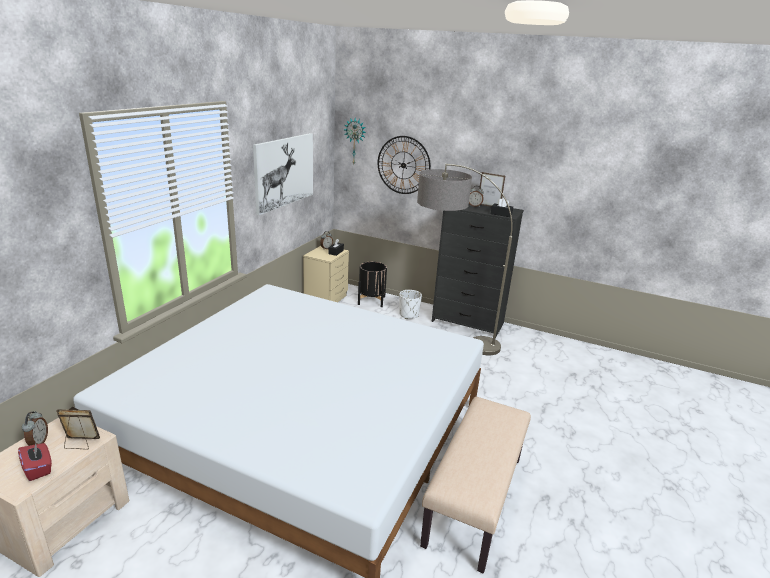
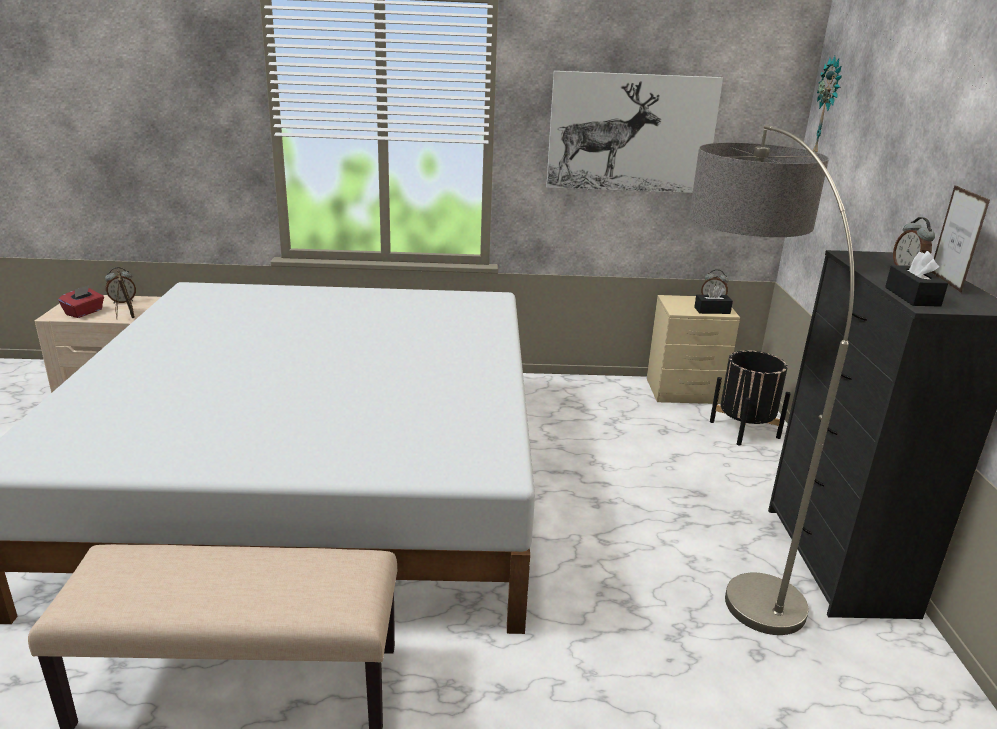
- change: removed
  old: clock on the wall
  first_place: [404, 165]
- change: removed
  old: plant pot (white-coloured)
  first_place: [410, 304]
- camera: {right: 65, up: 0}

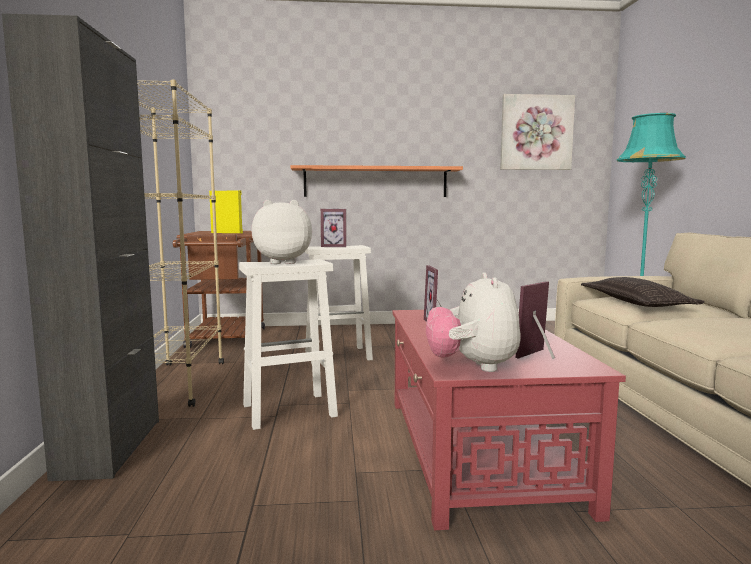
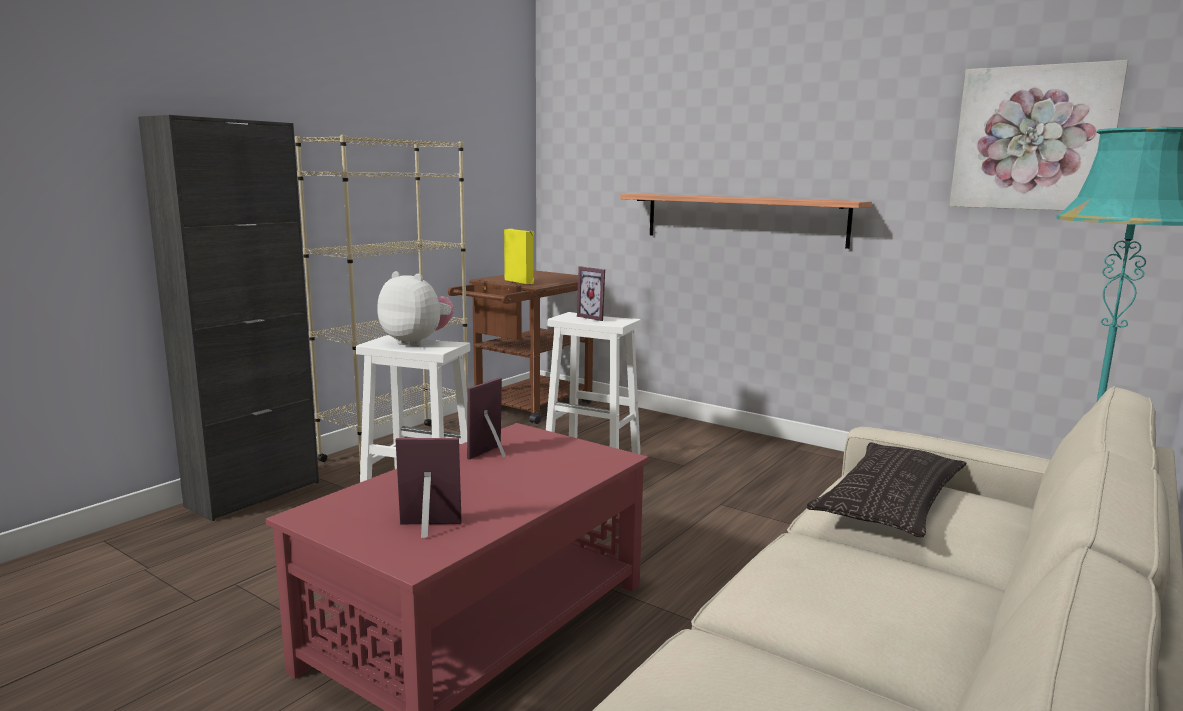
- change: removed
  old: plush toy
  first_place: [473, 322]
- camera: {right: 40, up: 5}

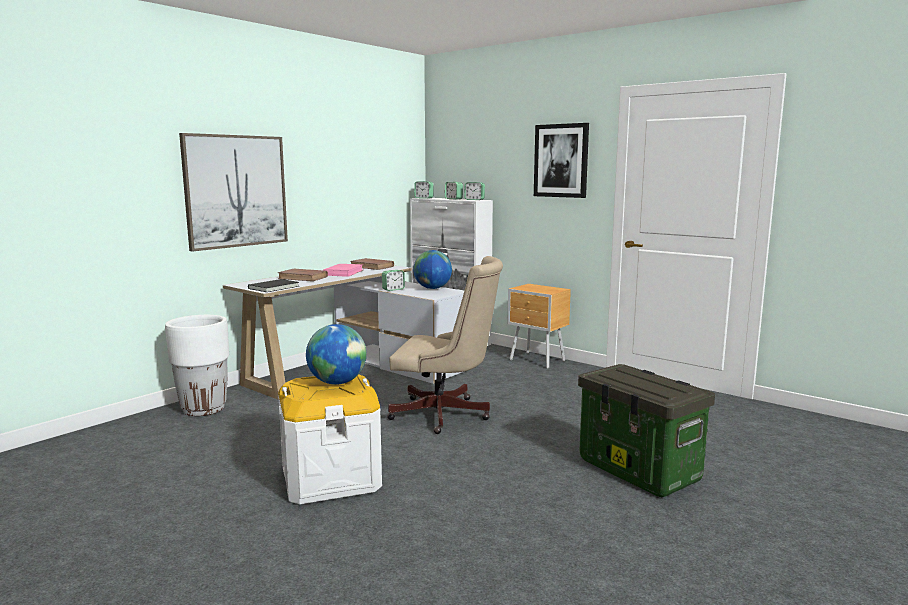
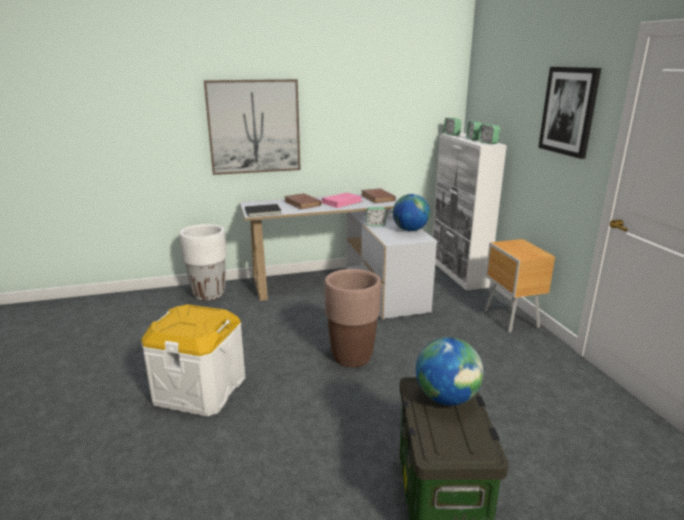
- change: moved
  old: world globe
  first_place: [336, 354]
  second_place: [450, 371]
- change: replaced
  old: desk chair (beige-coloured)
  new: plant pot (brown-coloured)
  first_place: [445, 345]
  second_place: [352, 318]
- camera: {right: 35, up: 10}

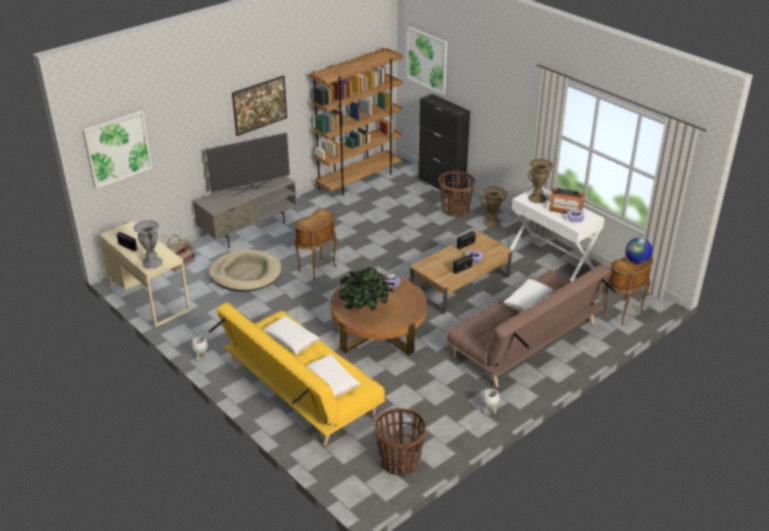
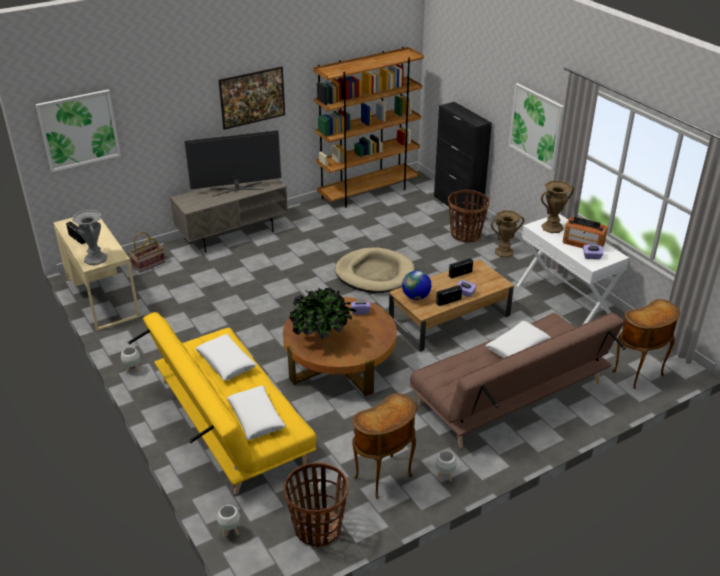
- change: moved
  old: dog bed (beige-coloured)
  first_place: [244, 270]
  second_place: [375, 270]
- change: moved
  old: side table (brown-coloured)
  first_place: [315, 244]
  second_place: [384, 446]
- change: moved
  old: wall picture
  first_place: [426, 61]
  second_place: [536, 127]
- change: moved
  old: world globe
  first_place: [638, 251]
  second_place: [416, 285]
- change: added
  new: plant pot (white-coloured)
  second_place: [228, 521]
- camera: {right: 10, up: 0}

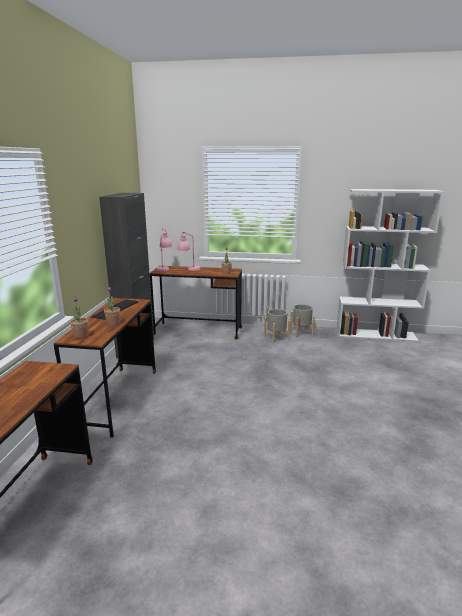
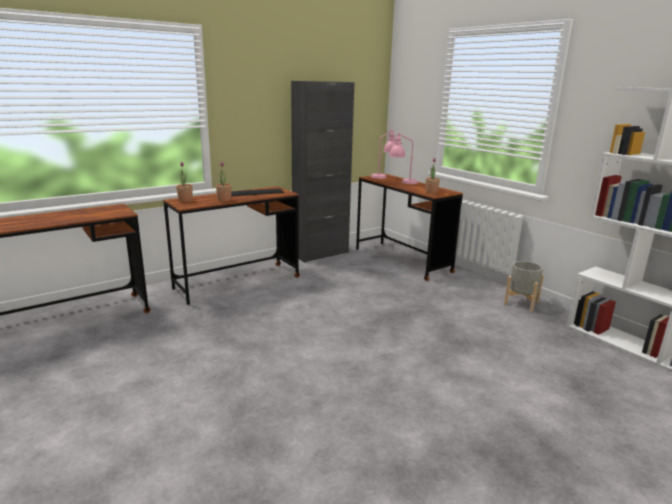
- change: removed
  old: plant pot (gray)
  first_place: [277, 326]
- camera: {right: 45, up: 0}

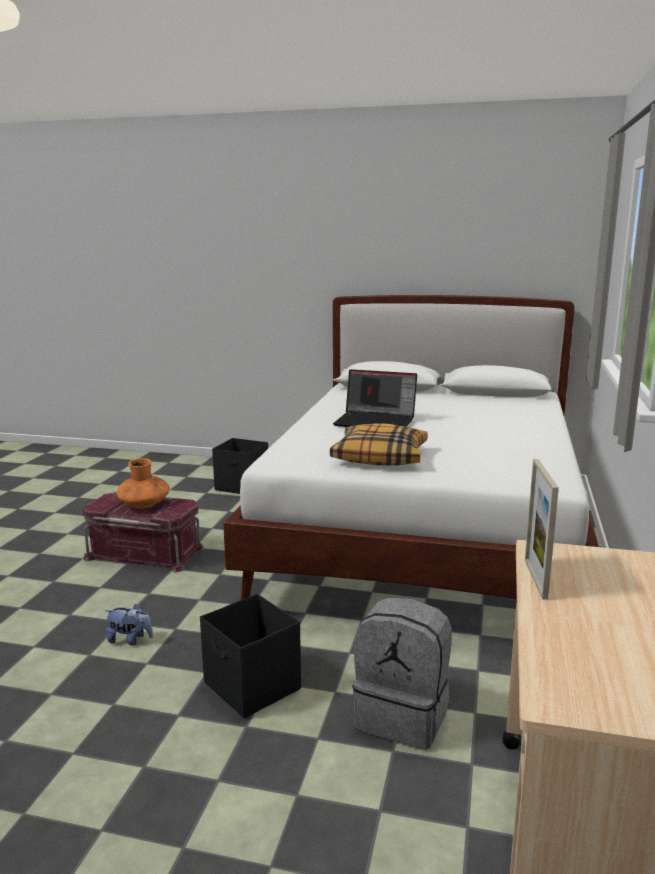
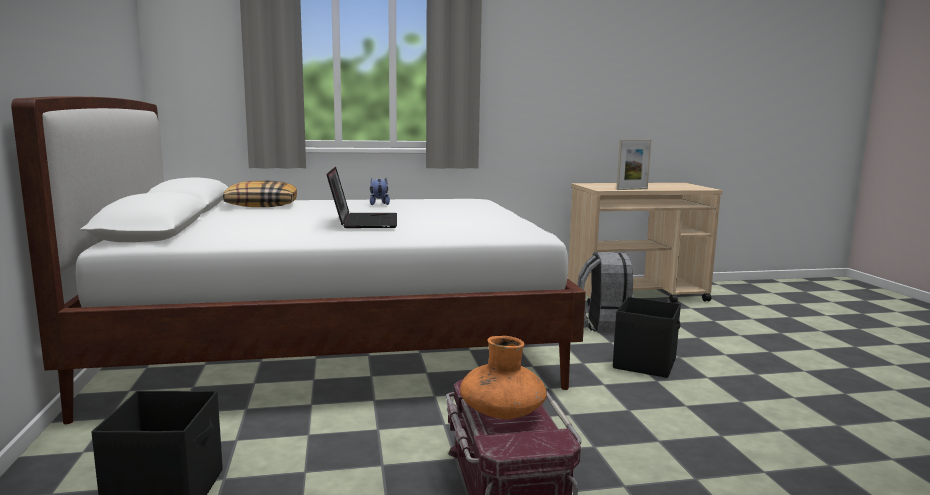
- change: moved
  old: plush toy
  first_place: [129, 625]
  second_place: [380, 191]
- change: moved
  old: throw pillow
  first_place: [379, 444]
  second_place: [260, 193]
- camera: {right: -115, up: -5}

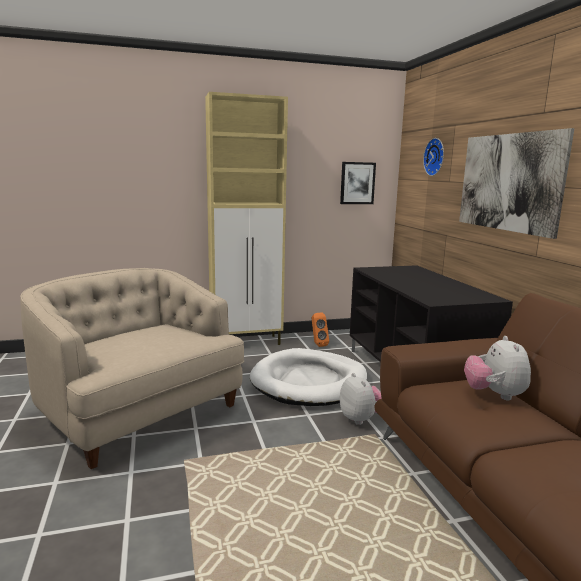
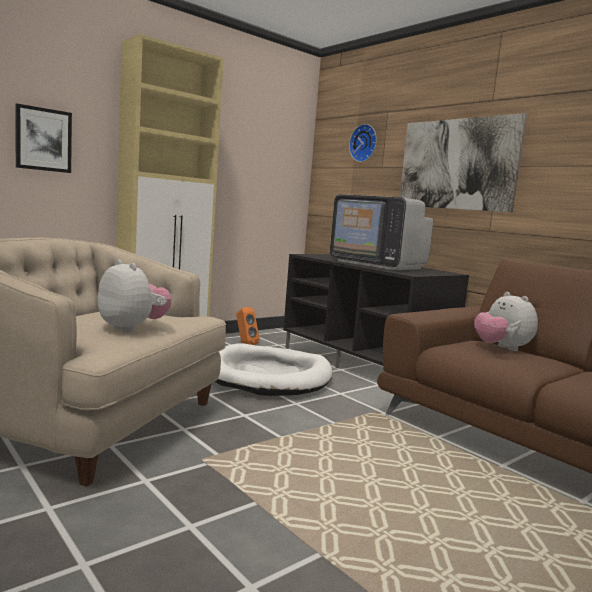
- change: moved
  old: plush toy
  first_place: [360, 399]
  second_place: [134, 296]
- change: moved
  old: wall picture
  first_place: [358, 183]
  second_place: [43, 138]
- change: added
  new: television
  second_place: [381, 232]
- camera: {right: -25, up: -5}

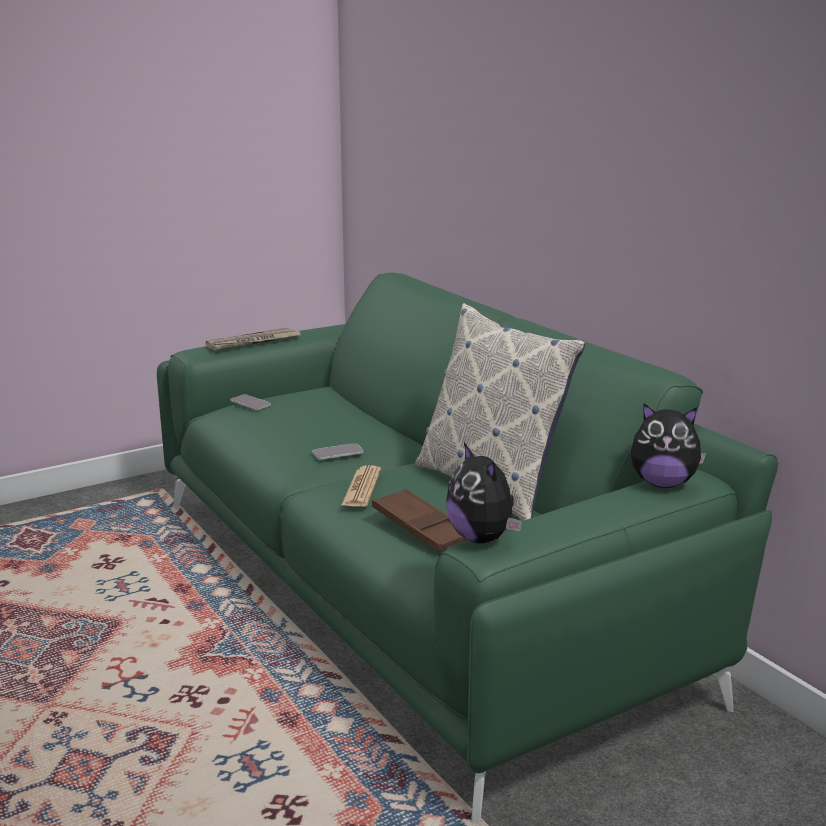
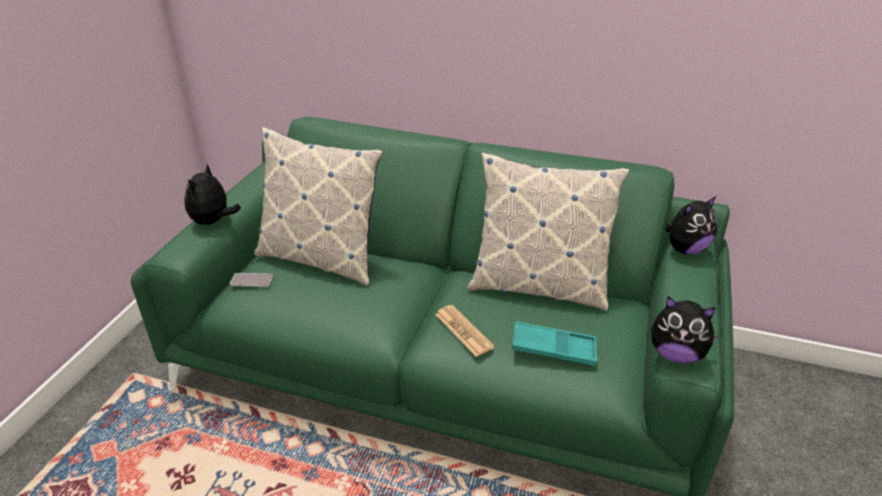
- change: replaced
  old: printed paper
  new: plush toy
  first_place: [253, 339]
  second_place: [212, 194]
- change: removed
  old: phone
  first_place: [337, 451]
- change: recoloured
  old: carrying tray (brown-coloured)
  new: carrying tray (blue-green)
  first_place: [420, 520]
  second_place: [554, 343]
- change: added
  new: throw pillow
  second_place: [318, 206]
- camera: {right: -40, up: 15}

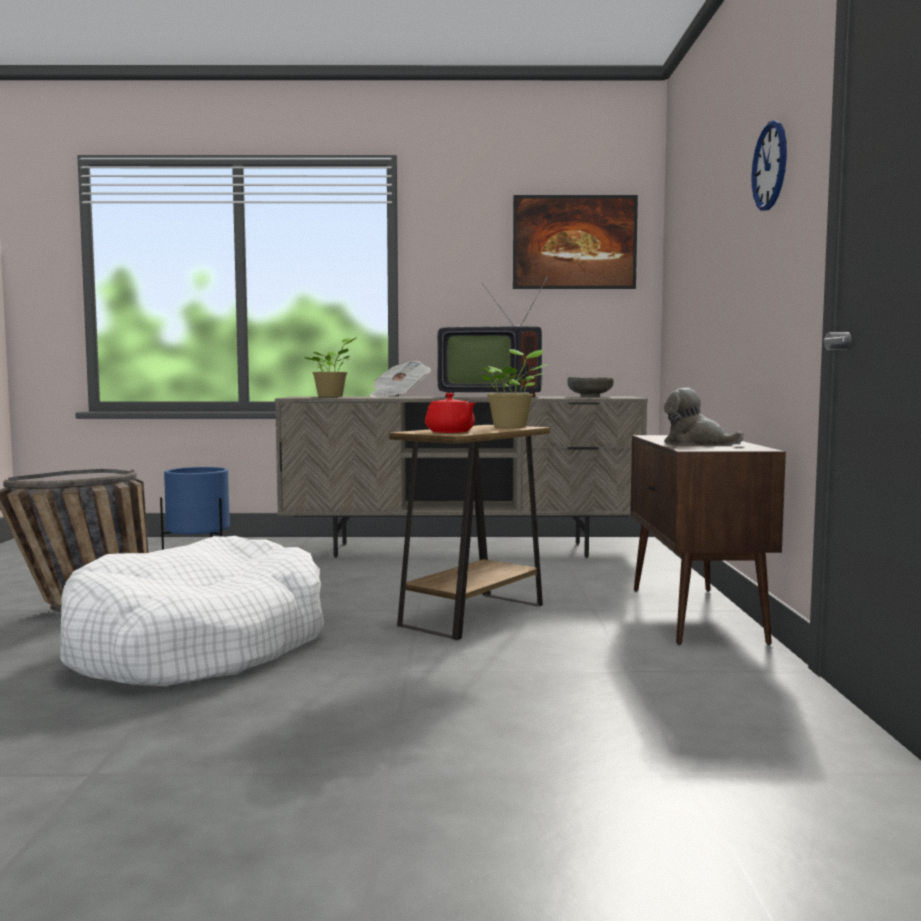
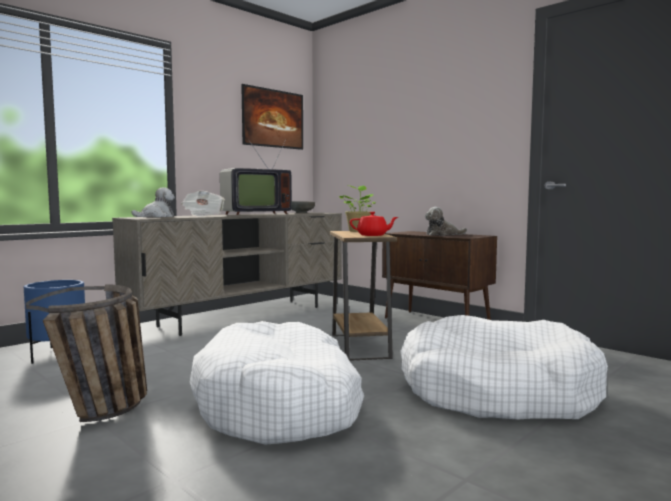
- change: replaced
  old: plant in a pot
  new: plush toy
  first_place: [330, 367]
  second_place: [153, 202]
- change: removed
  old: clock on the wall
  first_place: [769, 165]
- change: added
  new: dog bed (white-coloured)
  second_place: [504, 367]
- camera: {right: -45, up: 0}

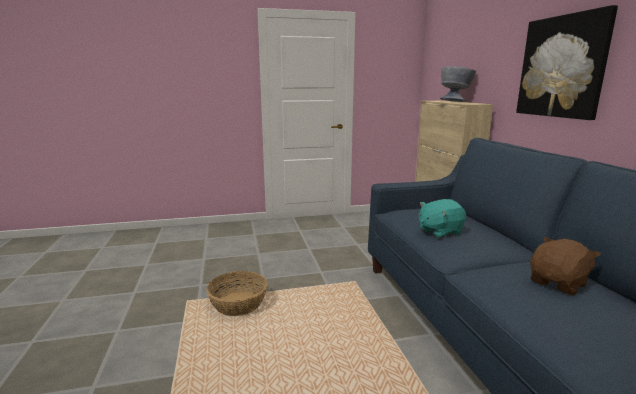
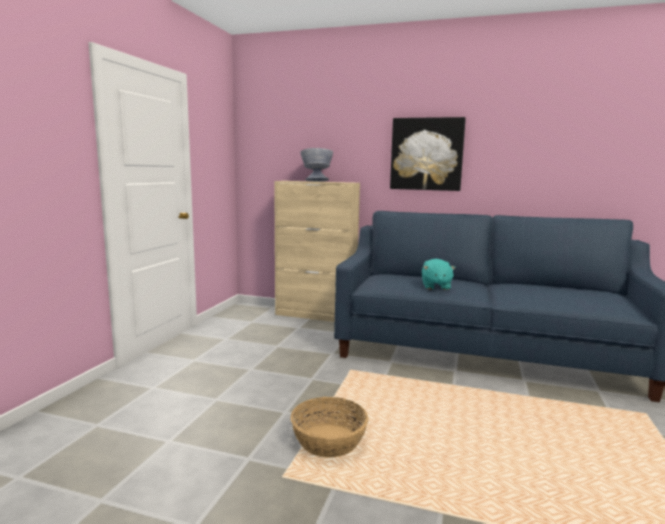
- change: removed
  old: plush toy (brown-coloured)
  first_place: [565, 266]
- camera: {right: -60, up: -5}

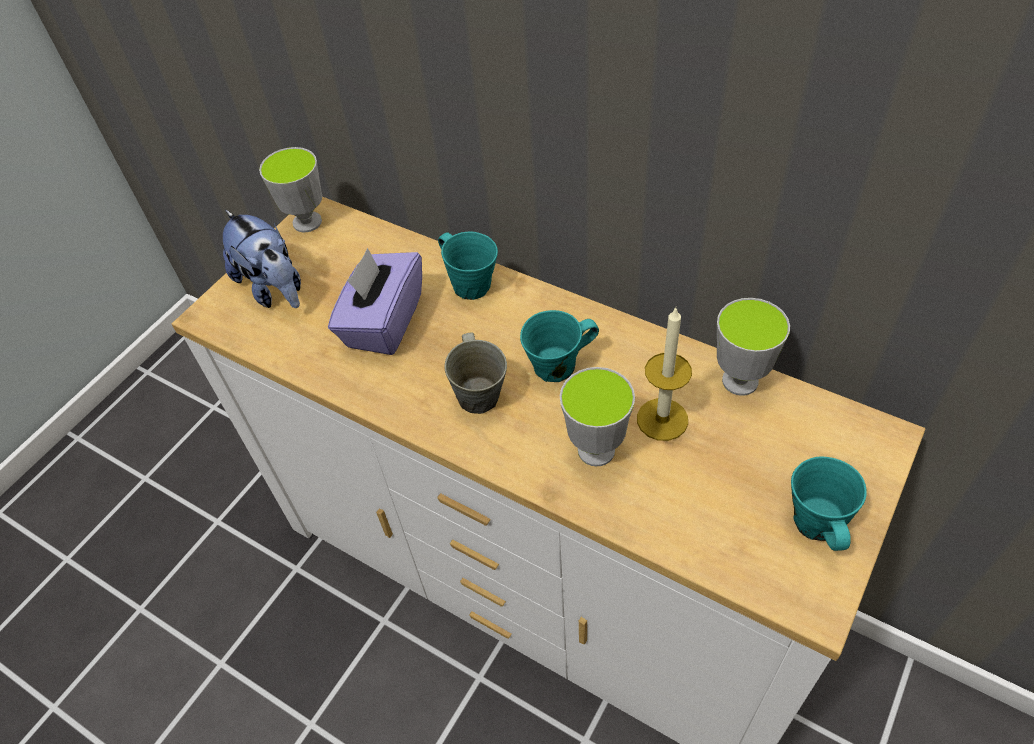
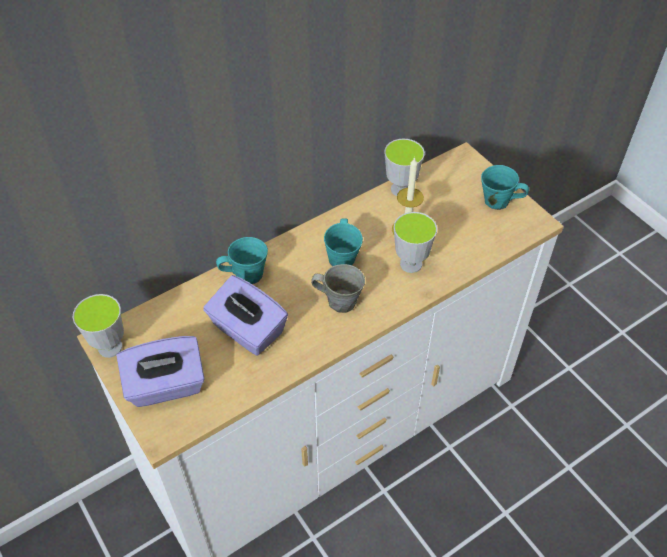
- change: replaced
  old: plush toy
  new: box of tissues (purplish)
  first_place: [262, 259]
  second_place: [160, 371]
- camera: {right: -70, up: 0}

